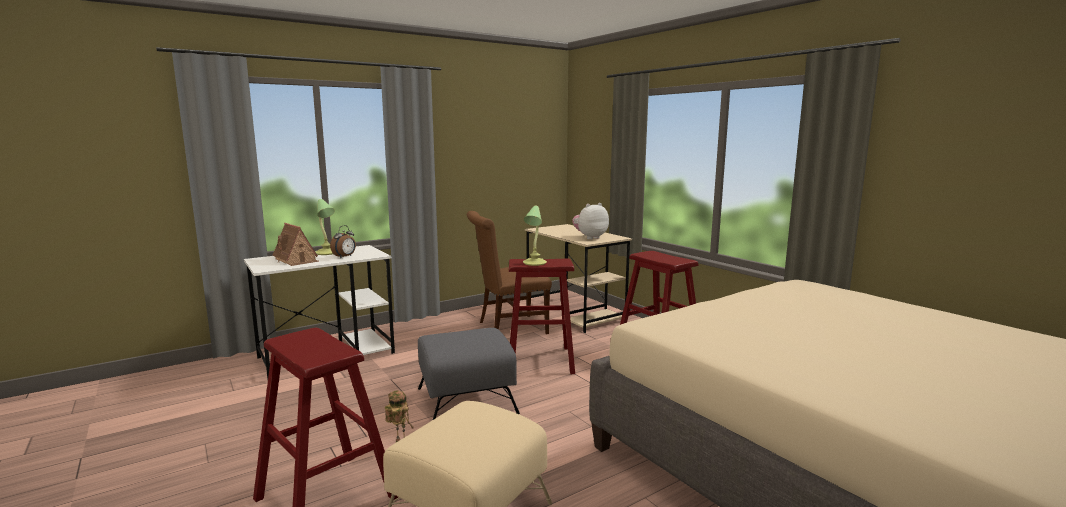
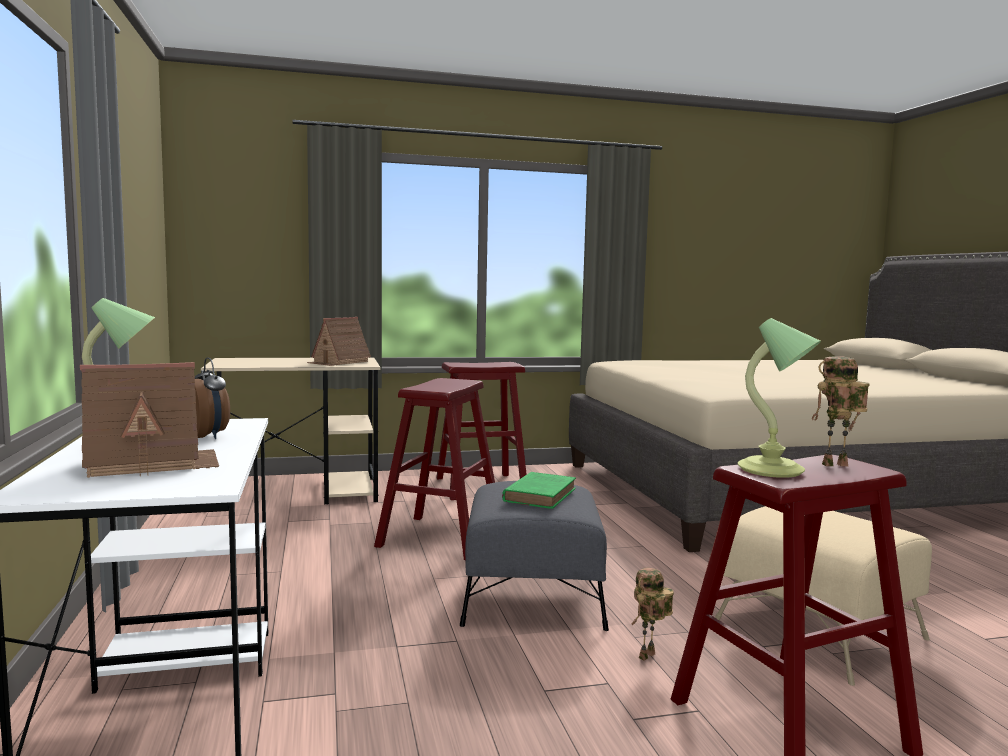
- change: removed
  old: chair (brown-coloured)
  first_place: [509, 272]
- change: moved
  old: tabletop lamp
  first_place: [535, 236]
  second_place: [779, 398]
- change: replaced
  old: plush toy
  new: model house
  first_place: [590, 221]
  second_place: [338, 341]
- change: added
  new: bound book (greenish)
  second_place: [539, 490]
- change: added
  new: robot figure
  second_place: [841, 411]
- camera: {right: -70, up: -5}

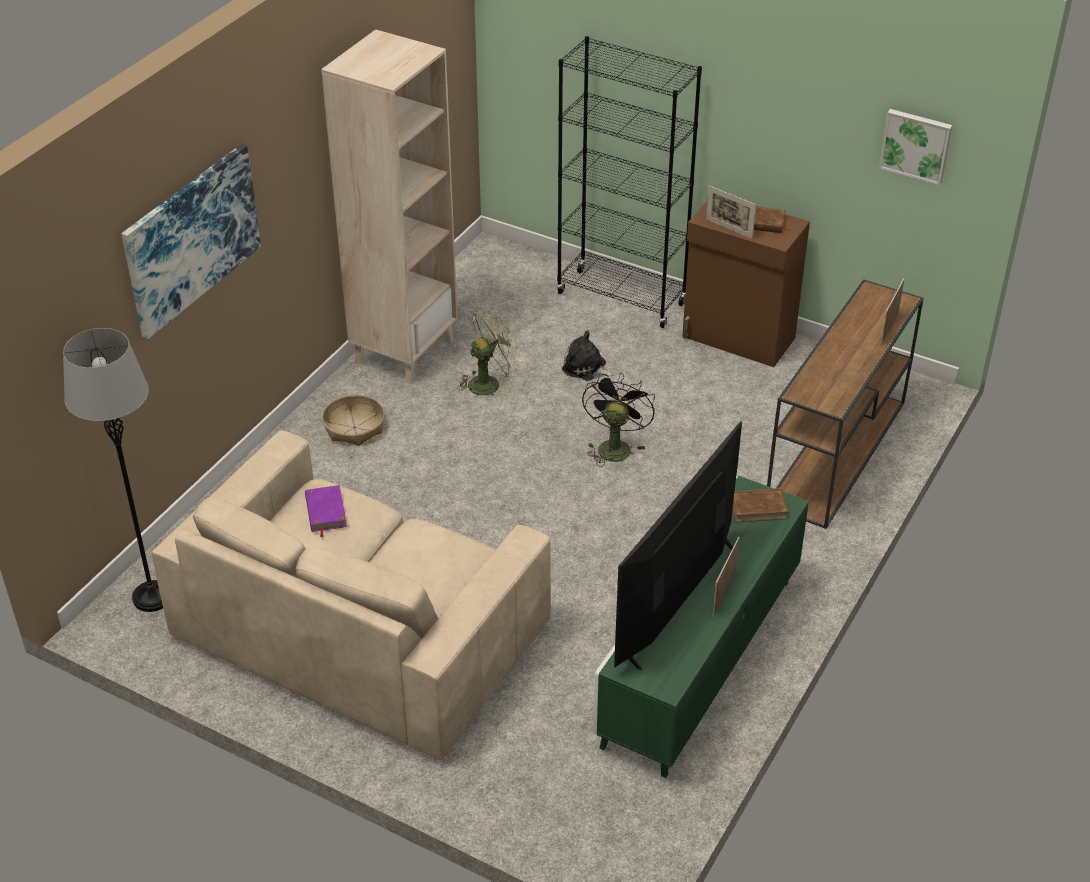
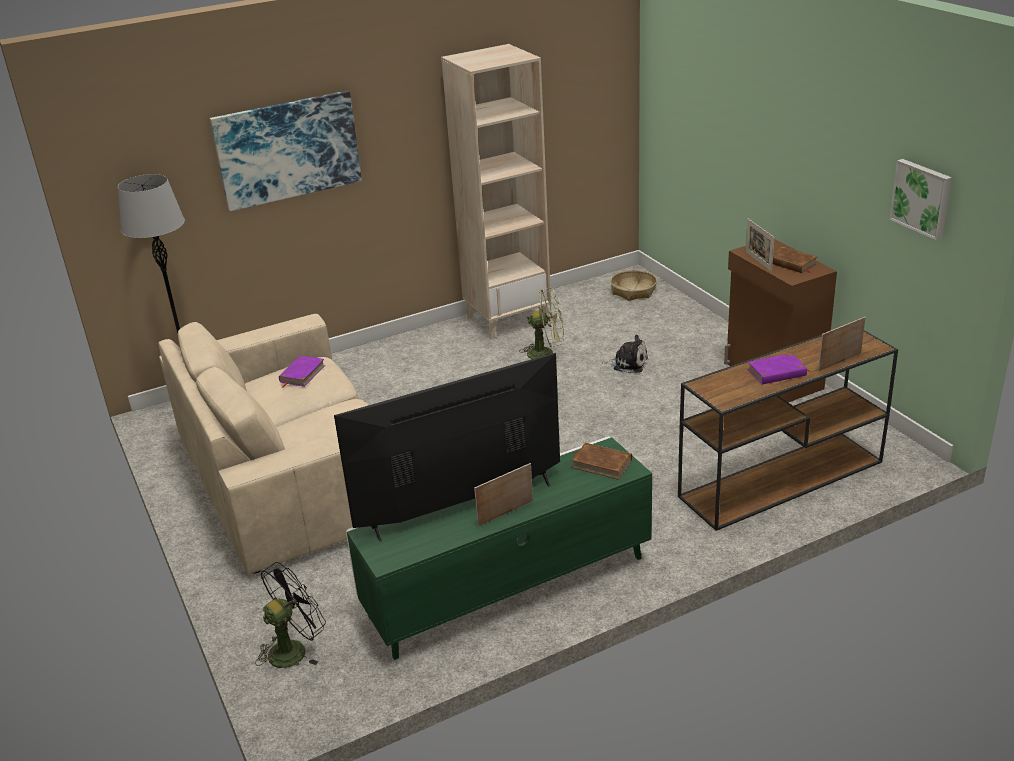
- change: moved
  old: household basket
  first_place: [353, 420]
  second_place: [634, 285]
- change: removed
  old: shelving unit (black)
  first_place: [629, 182]
- change: turned
  old: plush toy
  first_place: [589, 355]
  second_place: [624, 354]
  degrees: 135
- change: moved
  old: electric fan (black)
  first_place: [618, 419]
  second_place: [290, 615]
- change: added
  new: bound book (purplish)
  second_place: [778, 369]
- camera: {right: 35, up: -10}

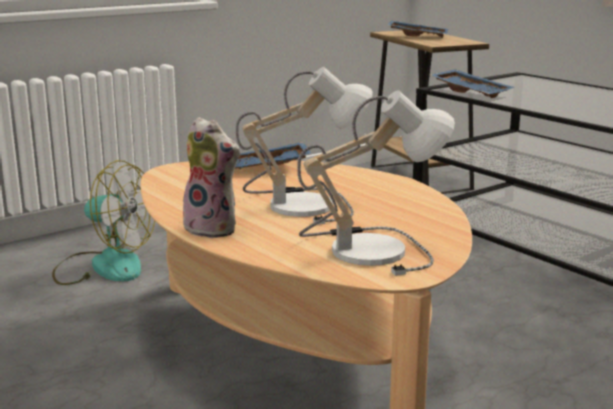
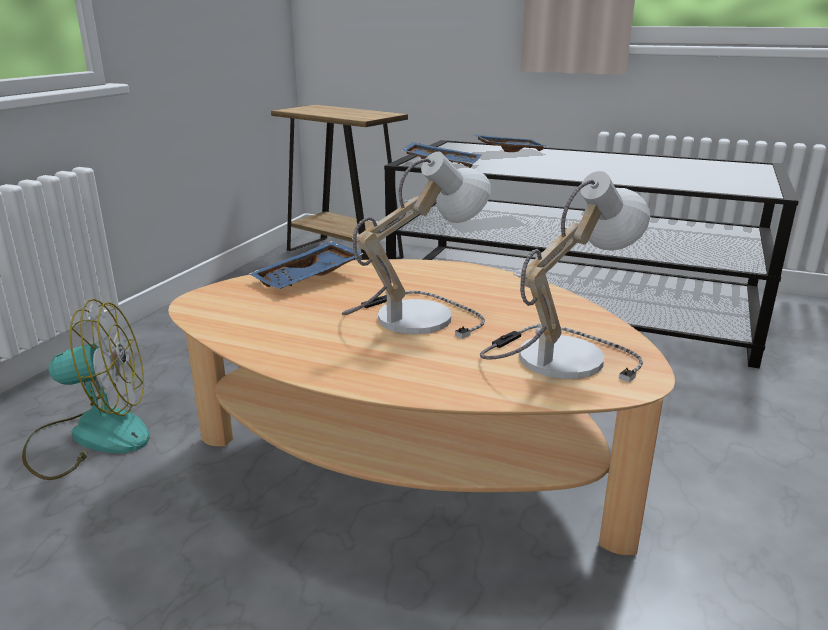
- change: removed
  old: plush toy
  first_place: [212, 177]
- change: moved
  old: carrying tray (blue-coloured)
  first_place: [418, 29]
  second_place: [510, 143]
- camera: {right: -30, up: 5}

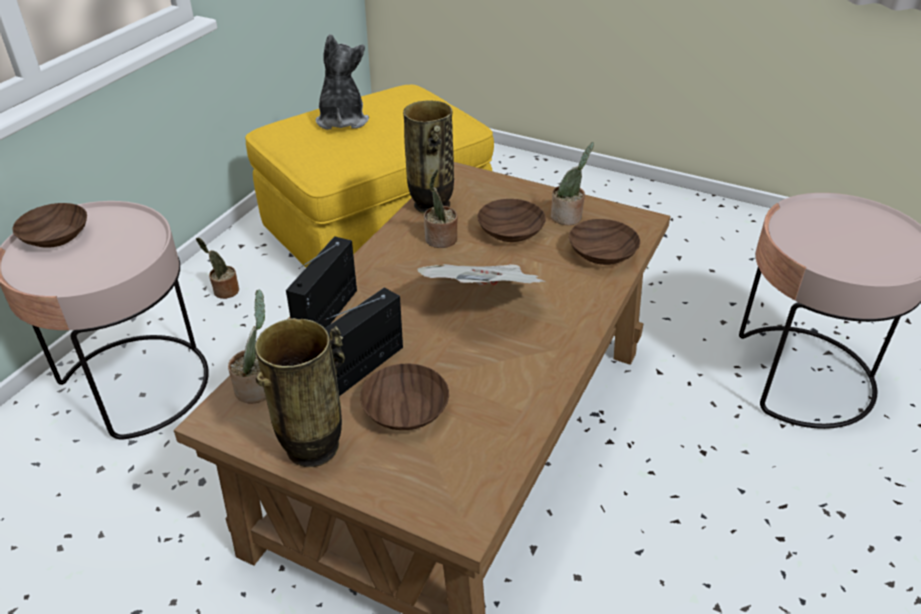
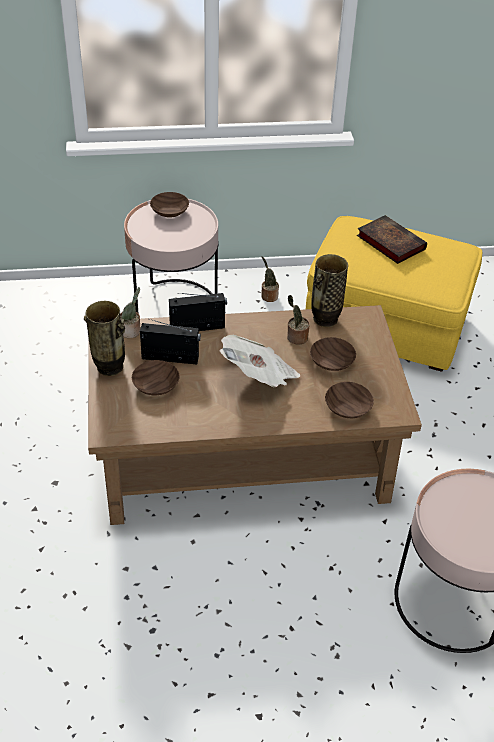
- change: replaced
  old: plush toy
  new: bound book
  first_place: [342, 82]
  second_place: [392, 239]
- change: removed
  old: plant in a pot
  first_place: [572, 183]
- camera: {right: 55, up: 5}

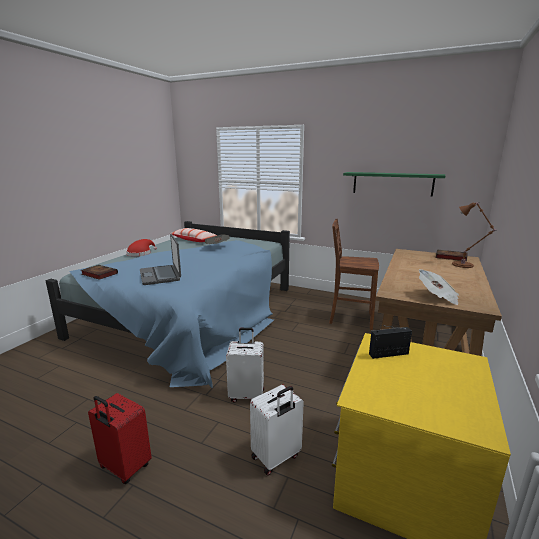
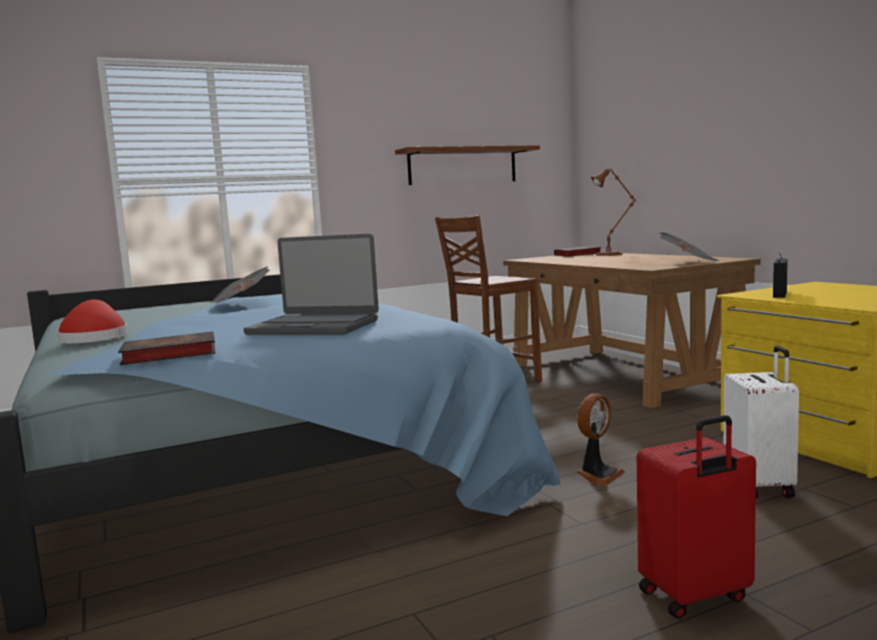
- change: removed
  old: throw pillow
  first_place: [194, 235]
- change: replaced
  old: suitcase (white-coloured)
  new: electric fan
  first_place: [245, 365]
  second_place: [601, 439]
- change: recoloured
  old: shelf (greenish)
  new: shelf (brown-coloured)
  first_place: [394, 184]
  second_place: [467, 165]
- camera: {right: -50, up: -10}

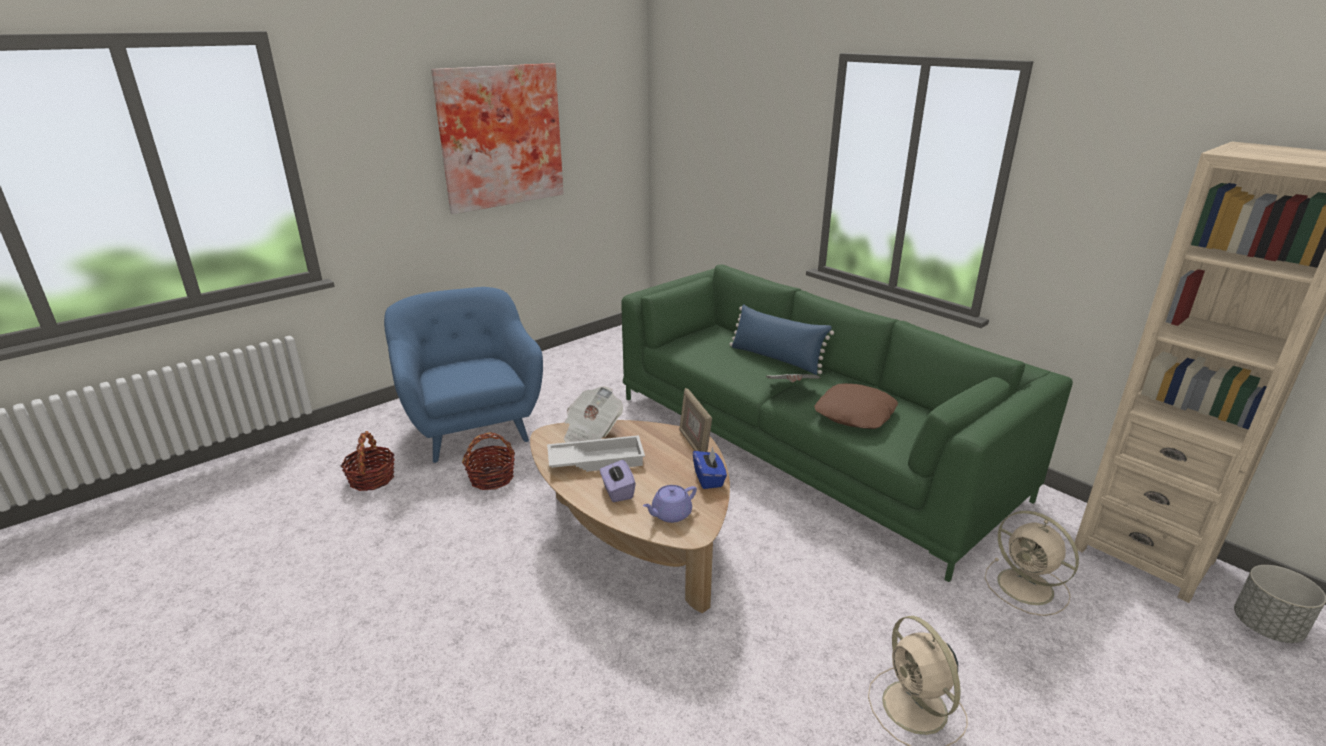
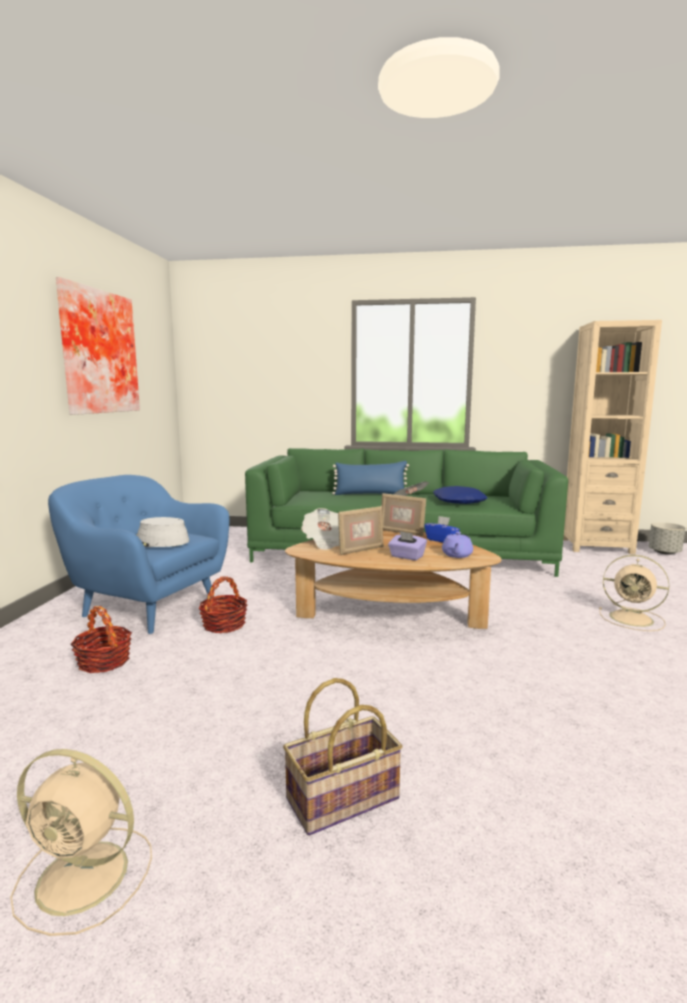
- change: replaced
  old: carrying tray (white-coloured)
  new: photo frame
  first_place: [596, 453]
  second_place: [361, 530]
- change: recoloured
  old: throw pillow (brown-coloured)
  new: throw pillow (blue-coloured)
  first_place: [856, 406]
  second_place: [460, 495]
- change: moved
  old: electric fan (beige-coloured)
  first_place: [1032, 563]
  second_place: [81, 842]
- change: added
  new: hat (gray)
  second_place: [163, 532]
- change: added
  new: household basket
  second_place: [343, 757]
- camera: {right: -40, up: -15}

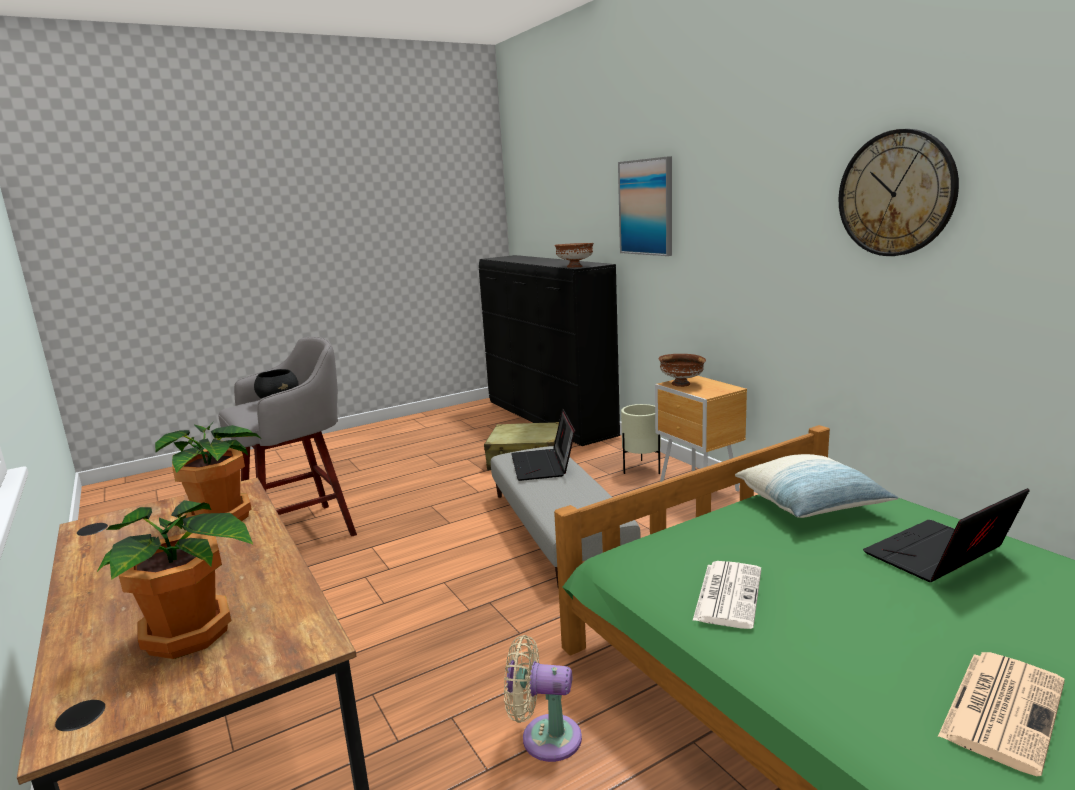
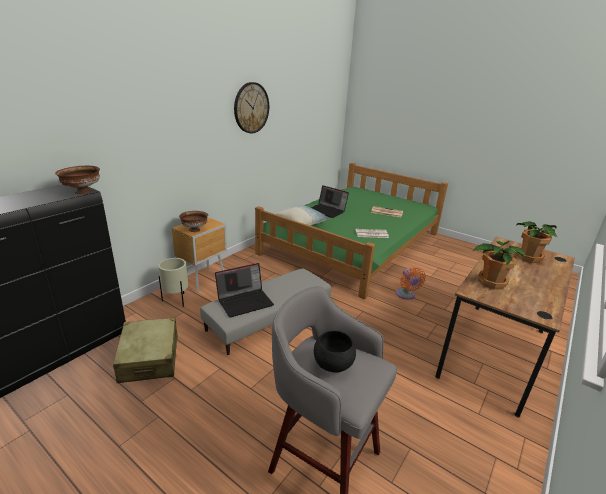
- change: recoloured
  old: electric fan (beige-coloured)
  new: electric fan (orange)
  first_place: [543, 698]
  second_place: [411, 284]
- change: removed
  old: wall picture
  first_place: [645, 206]
- camera: {right: -115, up: 10}

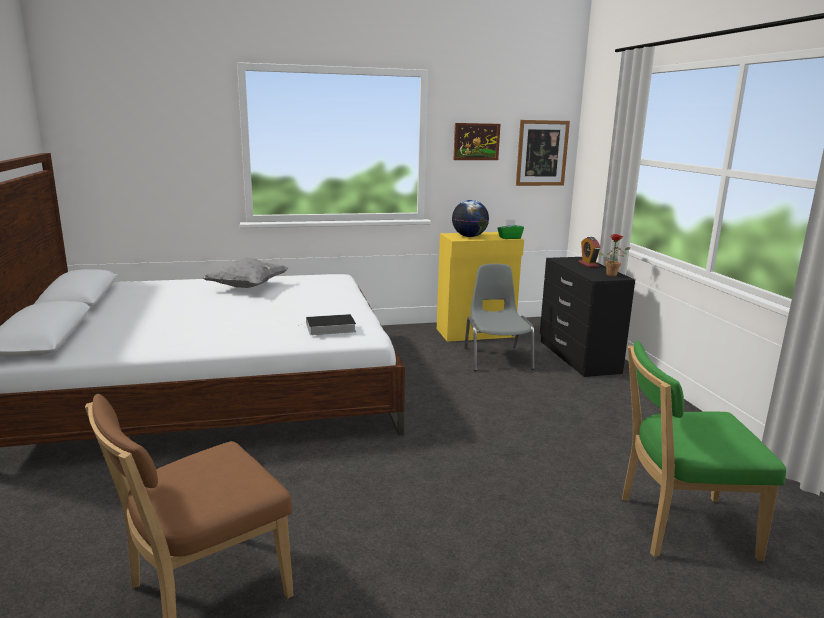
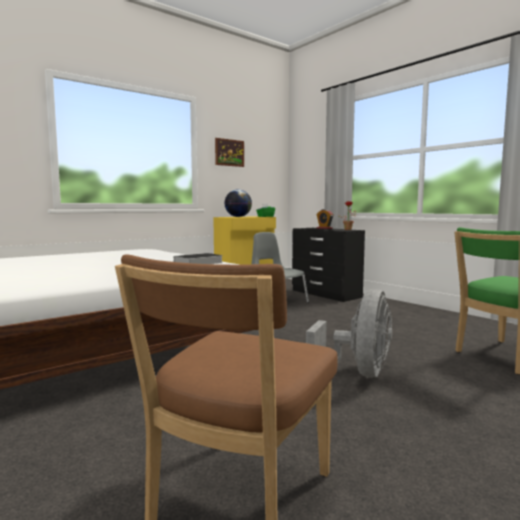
- change: removed
  old: throw pillow (gray)
  first_place: [245, 273]
- change: removed
  old: wall picture
  first_place: [543, 153]
- change: added
  new: electric fan (gray)
  second_place: [349, 333]
- camera: {right: -25, up: -10}

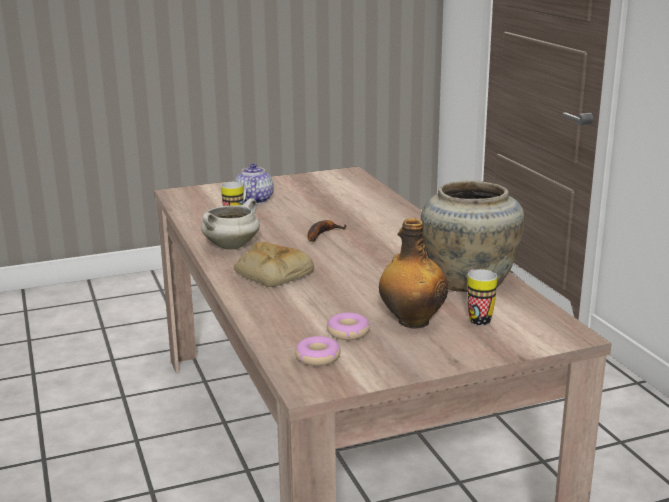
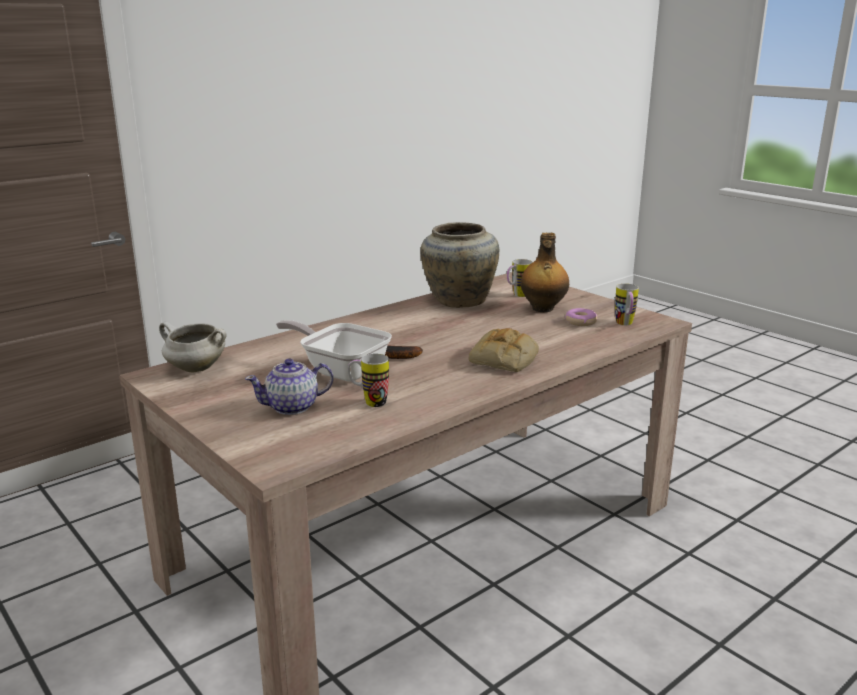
- change: moved
  old: cooking pot (white-coloured)
  first_place: [230, 224]
  second_place: [192, 347]
- change: replaced
  old: ring doughnut
  new: tea mug
  first_place: [318, 351]
  second_place: [627, 304]
- change: added
  new: frying pan
  second_place: [334, 351]
- camera: {right: -110, up: 0}

